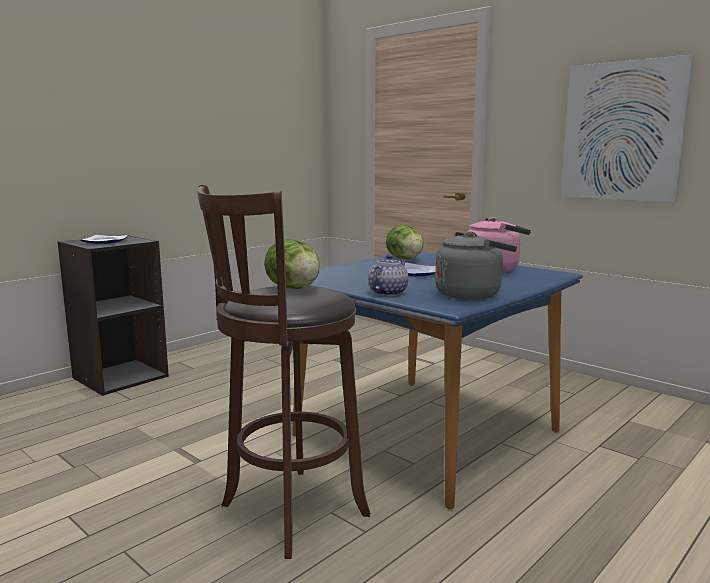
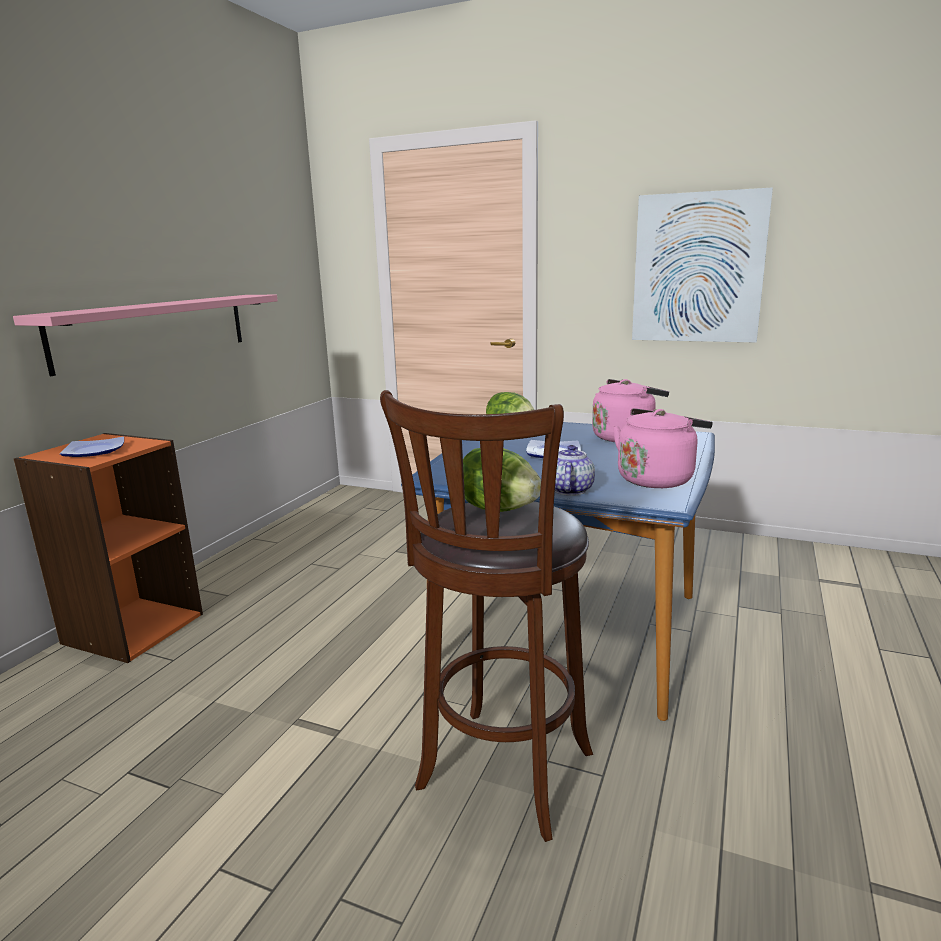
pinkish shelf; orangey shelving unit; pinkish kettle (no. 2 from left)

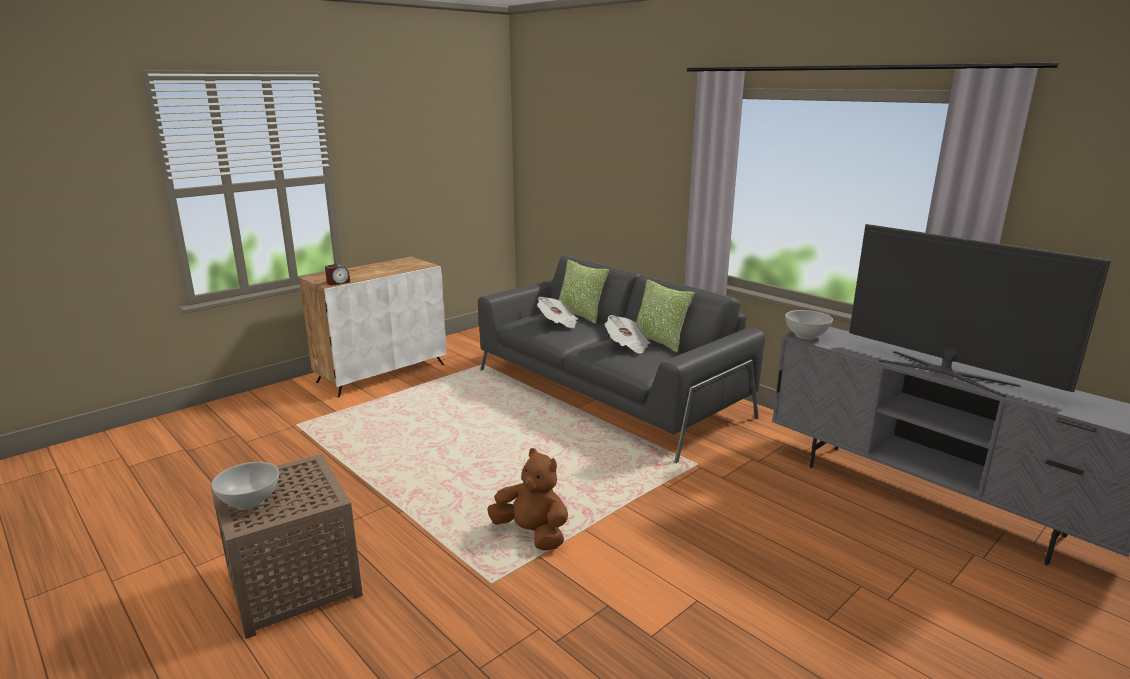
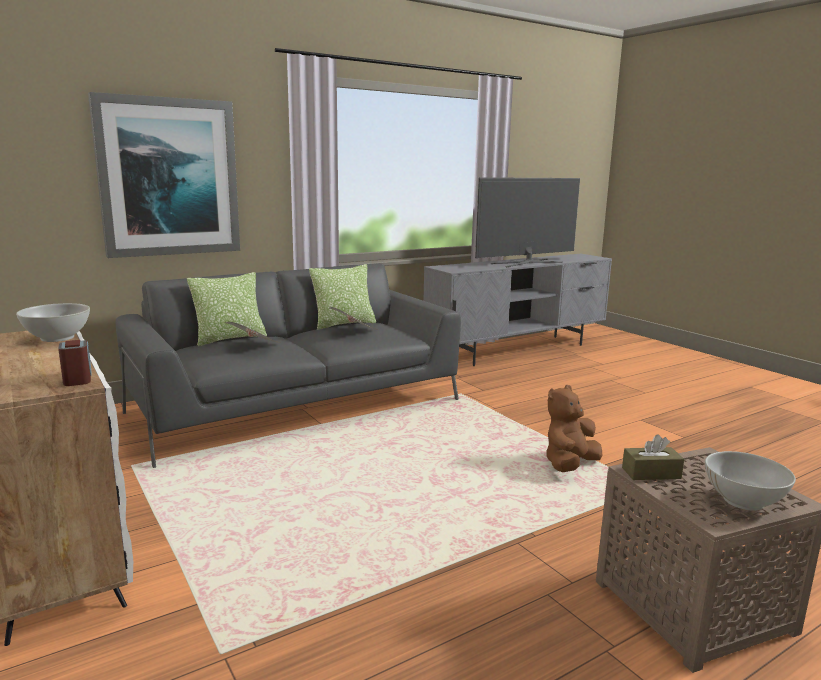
white-coloured deep dish (no. 1 from left); wall art; brown-coloured tissue holder

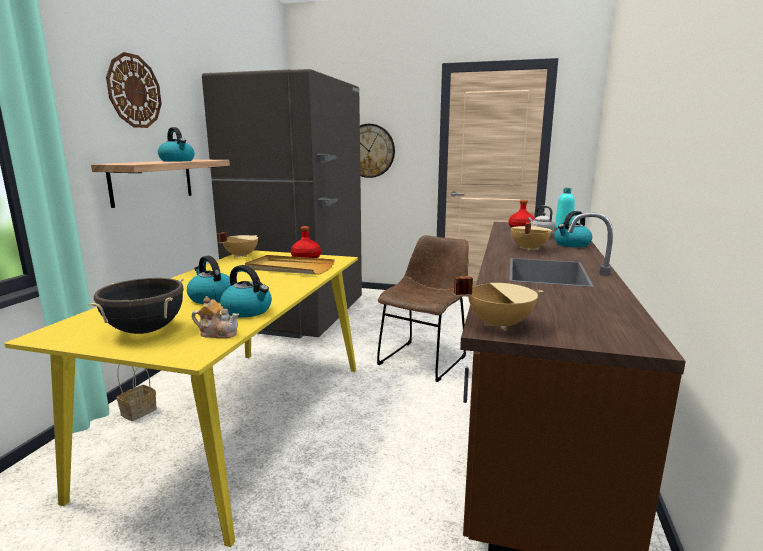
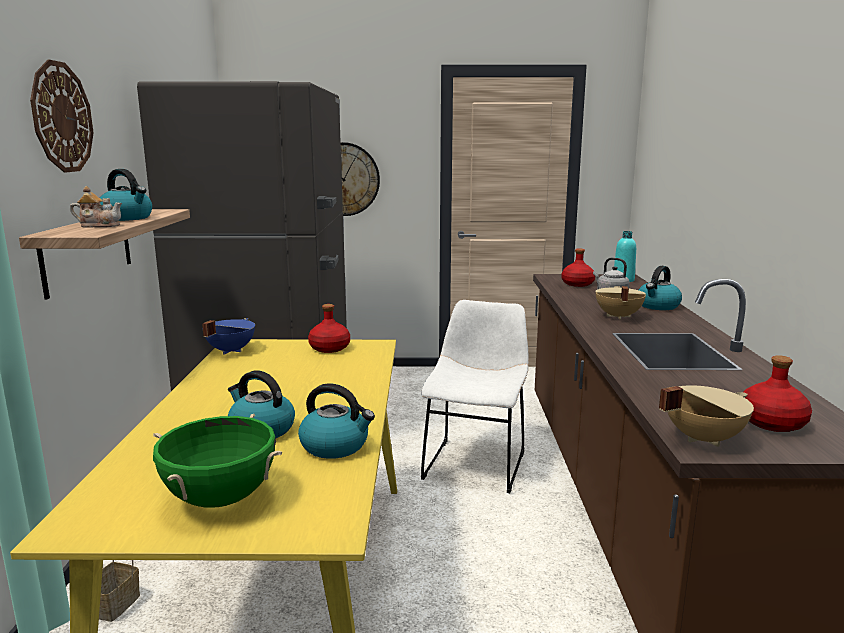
pot for tea; green-coloured stockpot; blue-coloured stockpot; white-coloured plain chair; red drink bottle (no. 3 from left); beige-coloured tray

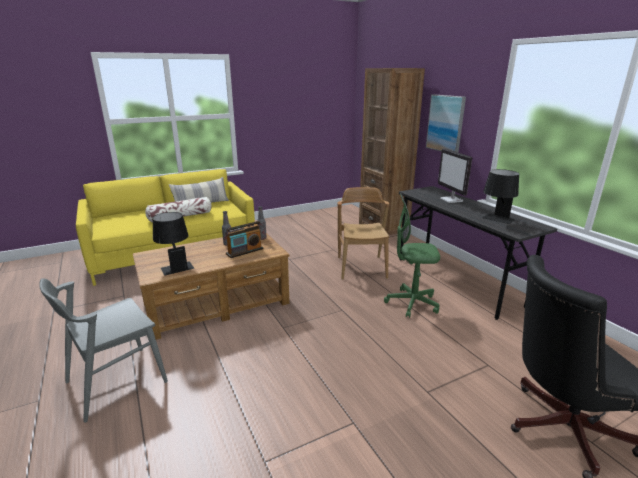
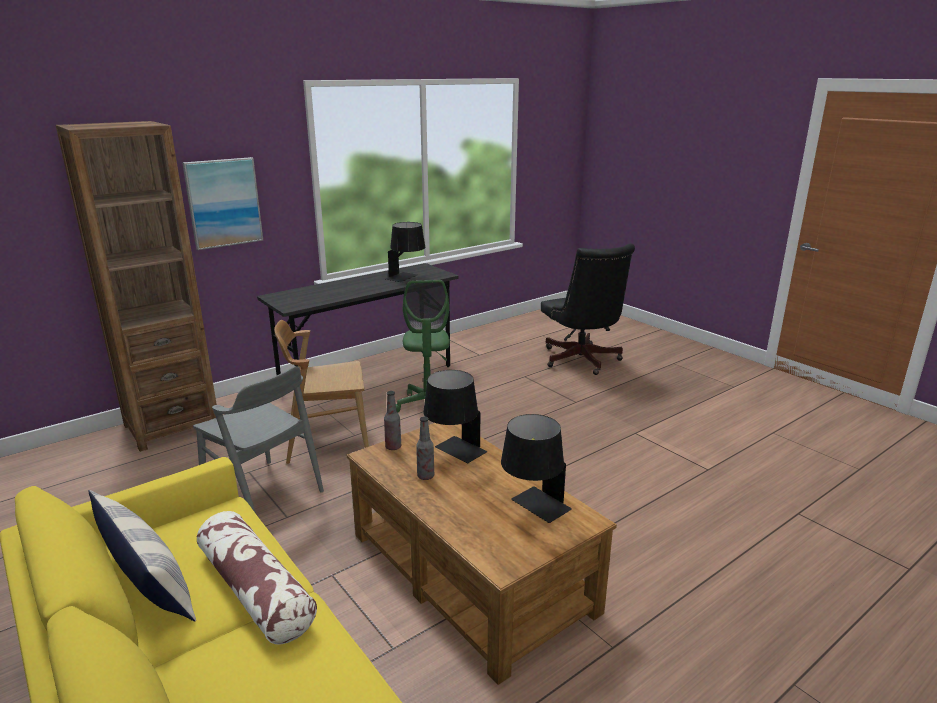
grey plain chair; black lamp for a table (no. 2 from left); monitor

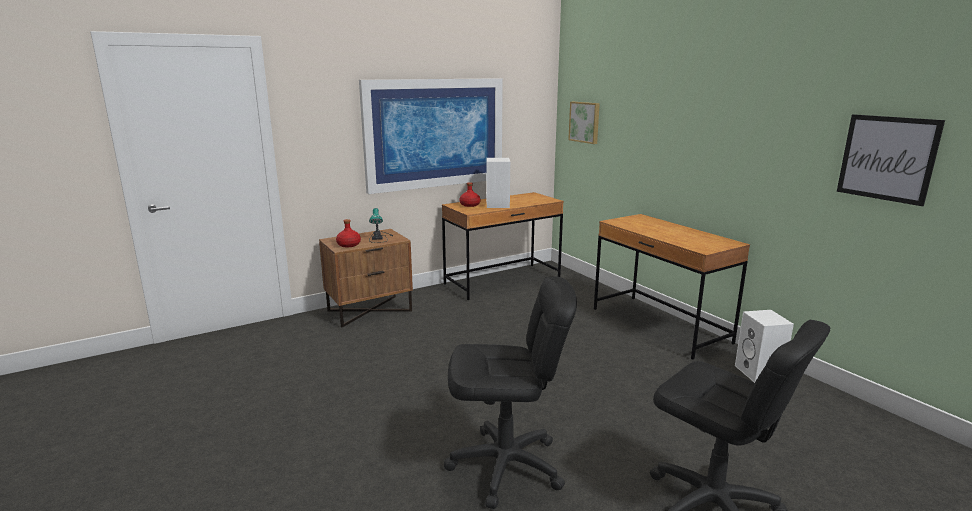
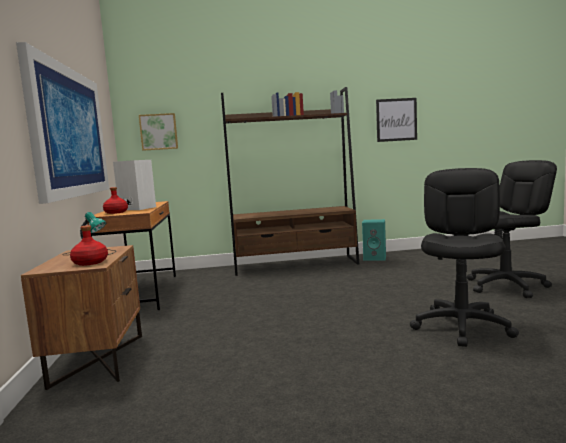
brown-coloured shelving unit; blue-green audio speaker

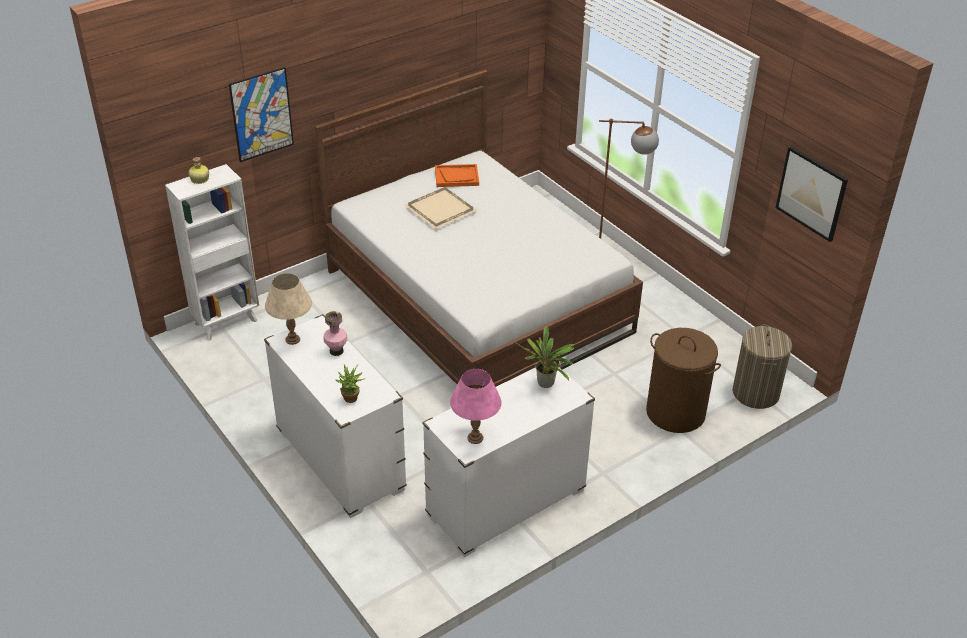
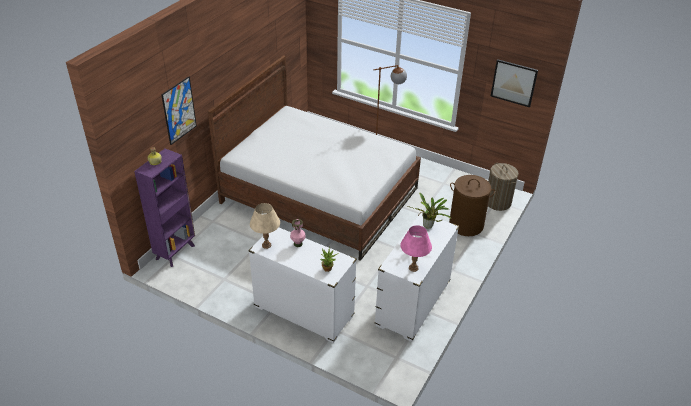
purplish shelving unit; beige-coloured tray; orangey tray

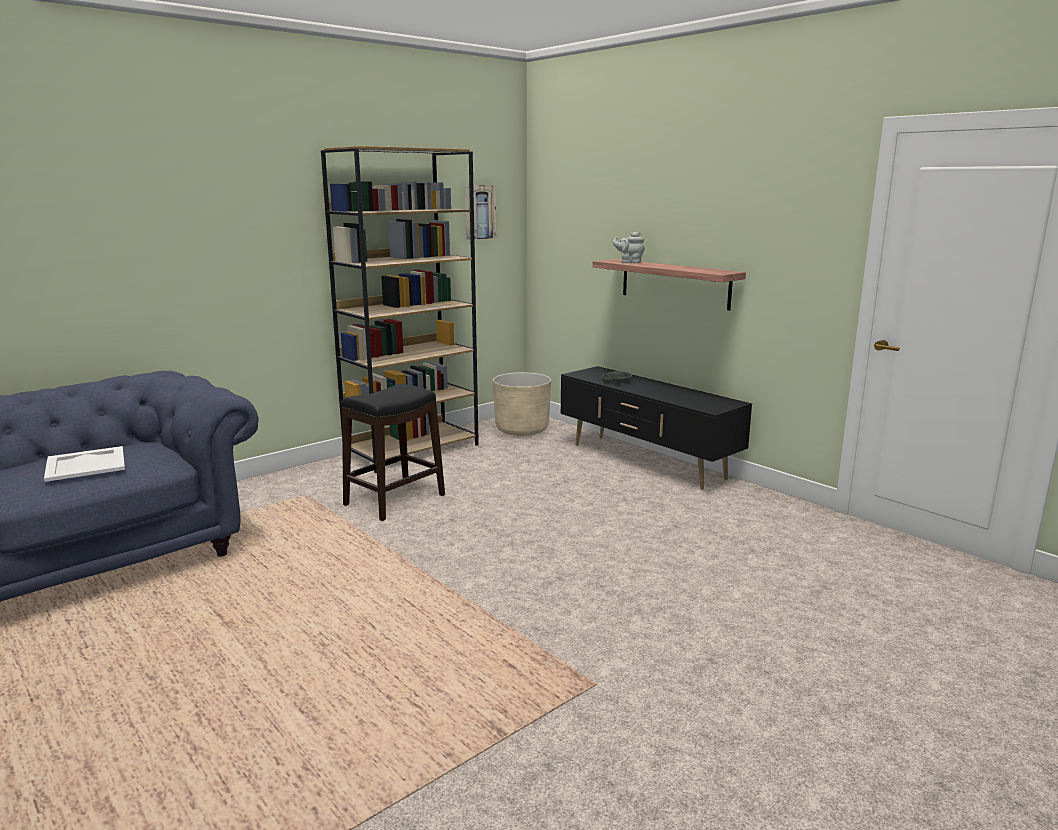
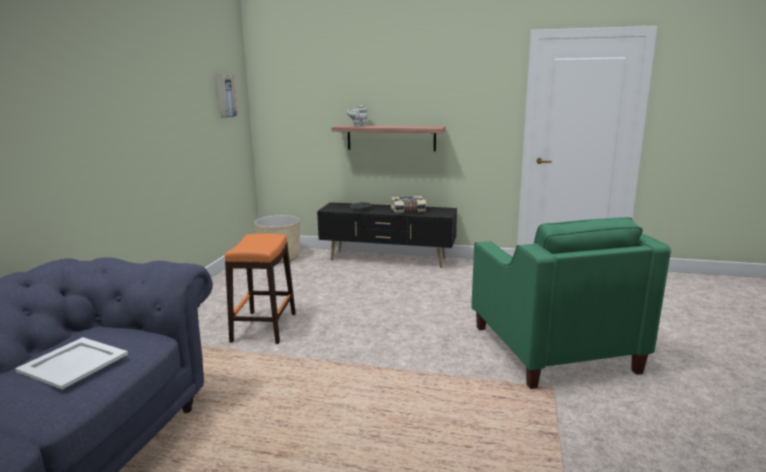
orangey stool seat; volume; green-coloured easy chair; brown-coloured shelving unit

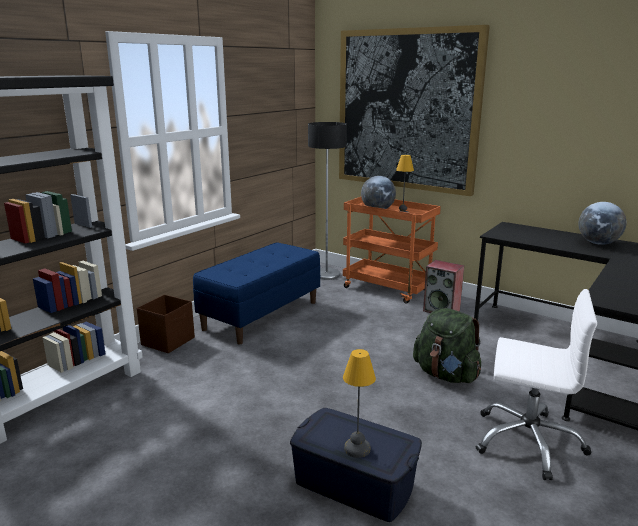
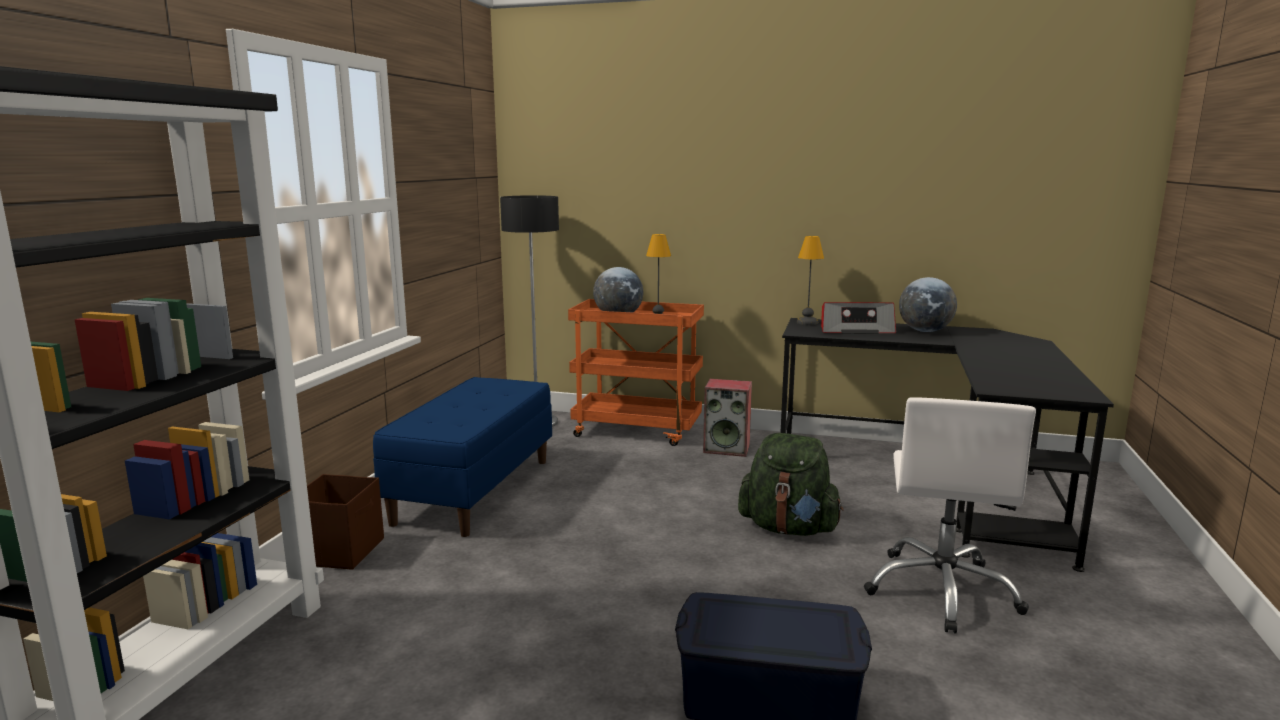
lamp for a table (no. 2 from left); radio set; white-coloured desk chair; wall art

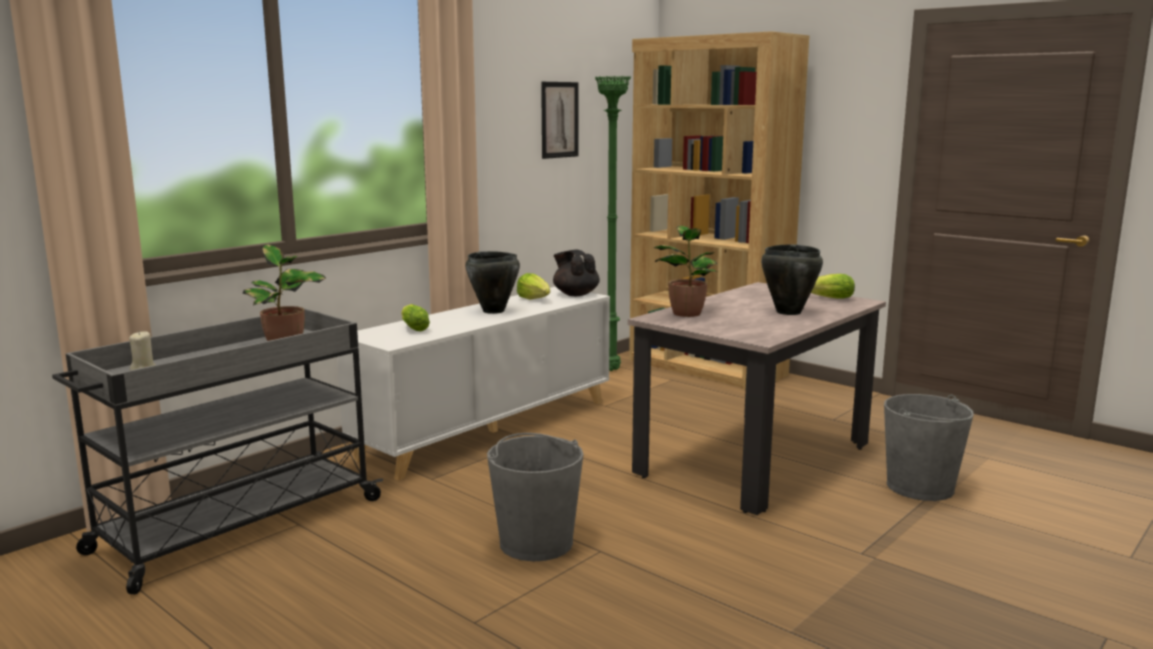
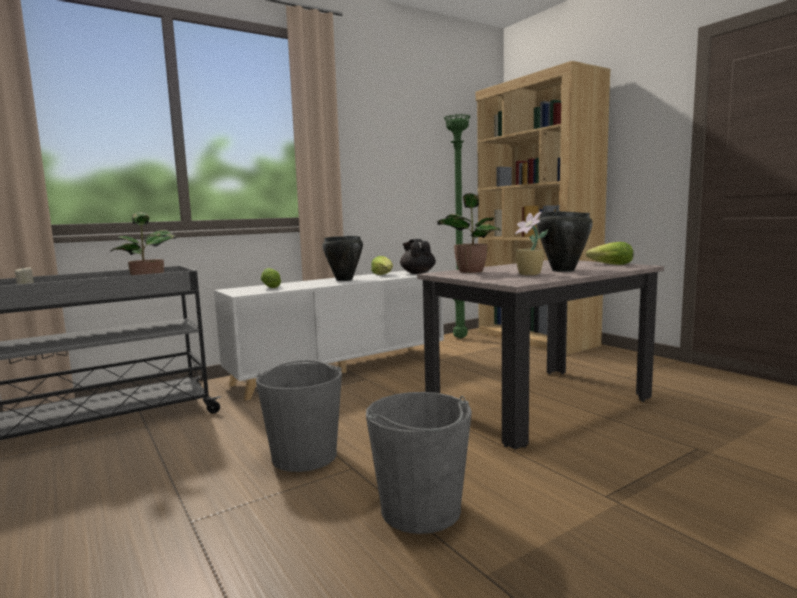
grey water bucket (no. 2 from left); potted plant (no. 3 from left); wall art

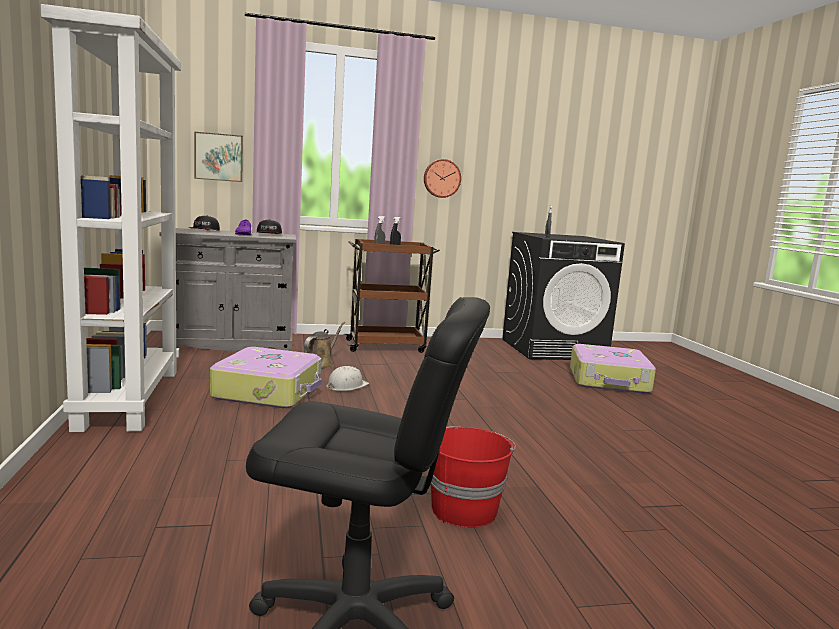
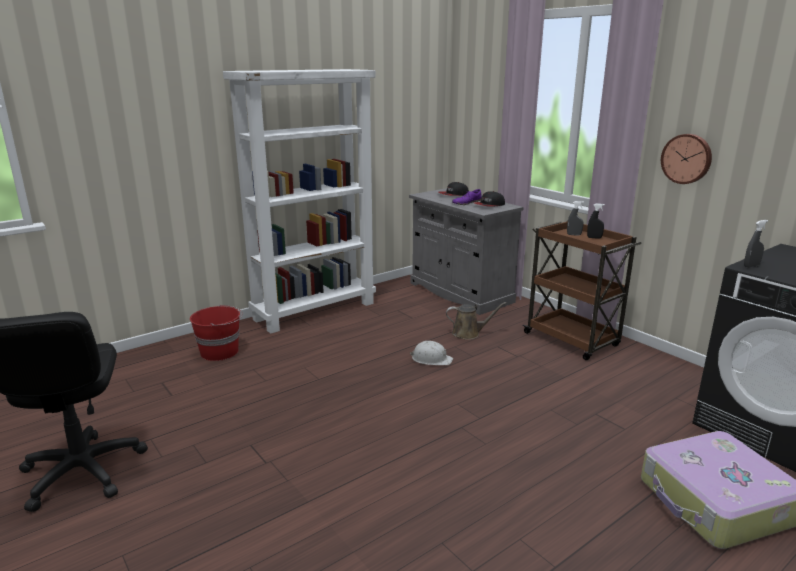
red water bucket; wall art; travel case (no. 1 from left in the first image)

